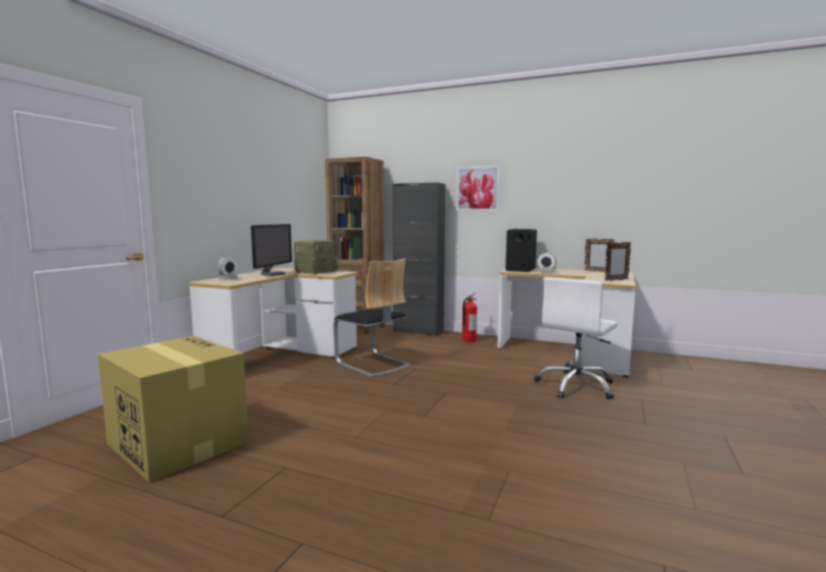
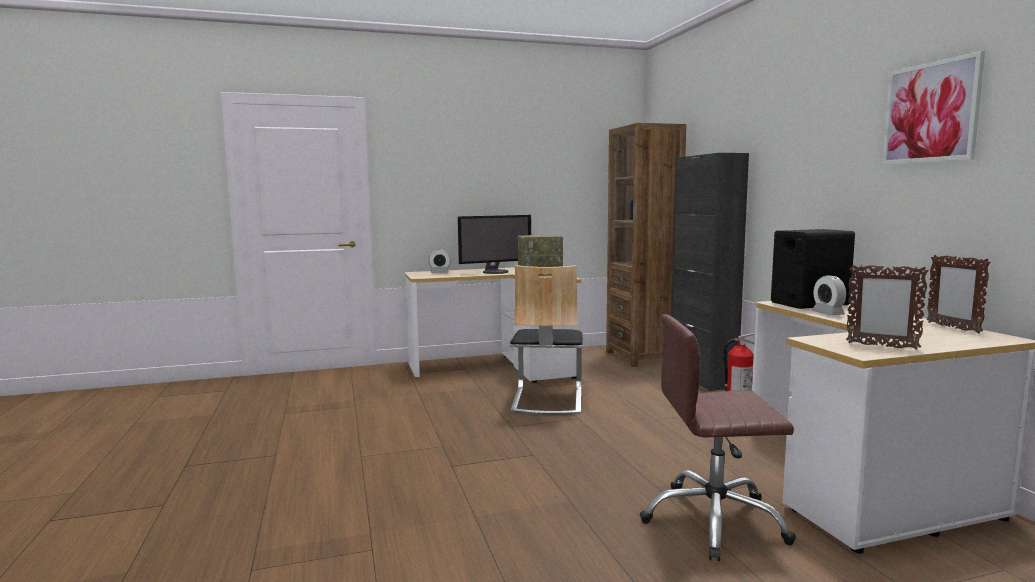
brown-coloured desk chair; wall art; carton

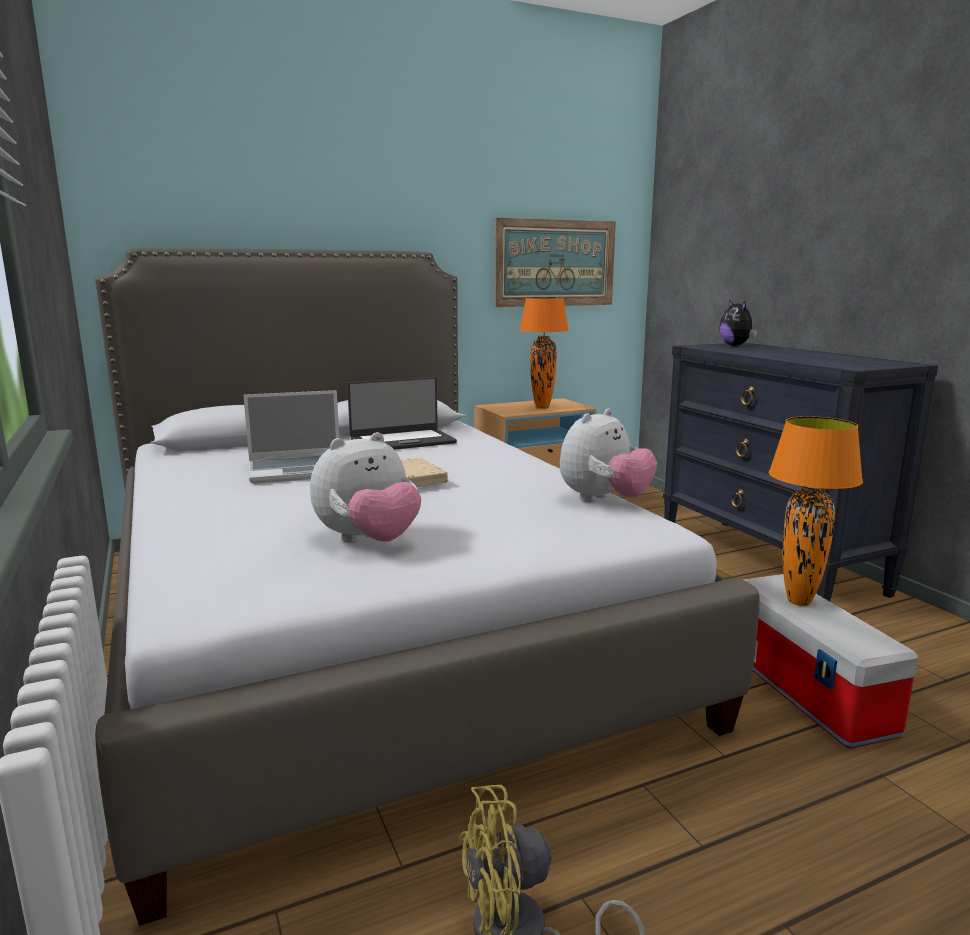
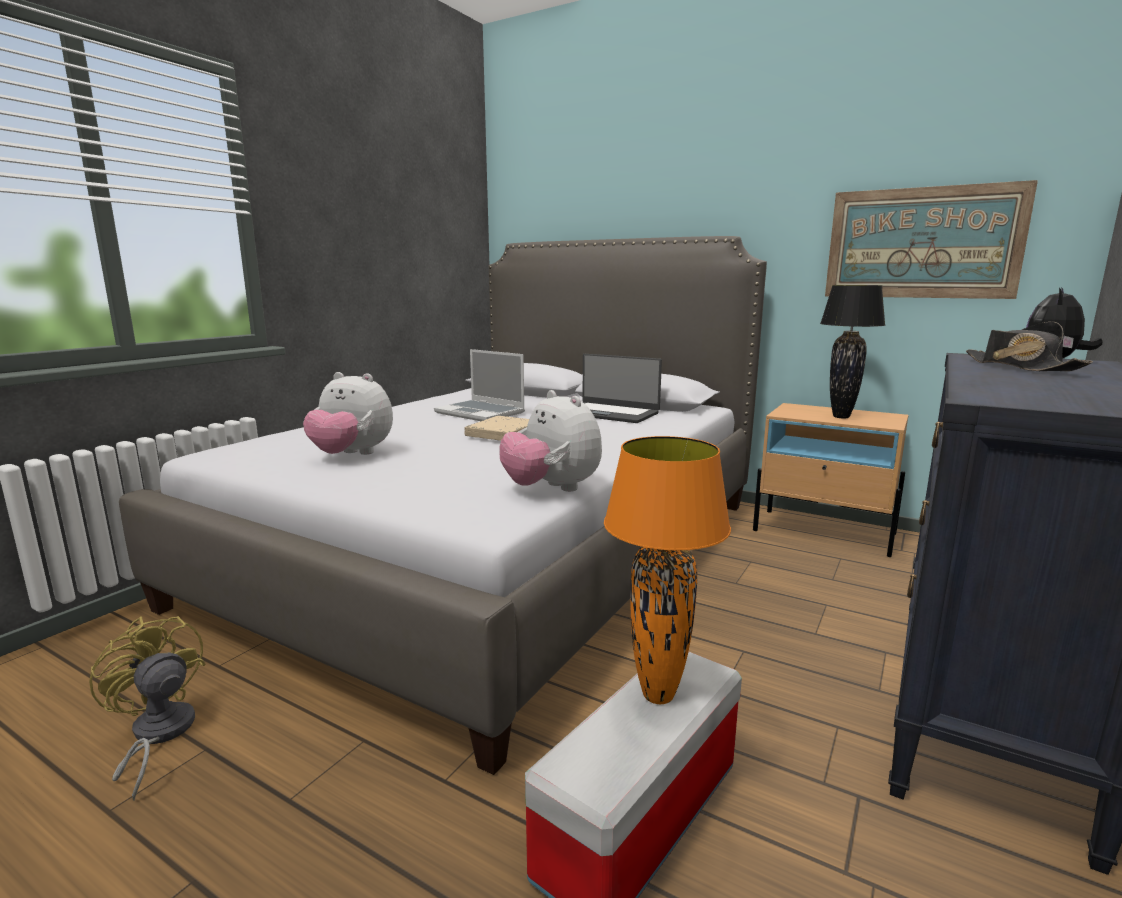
plush toy (no. 2 from left); black lamp for a table; black clothing hat

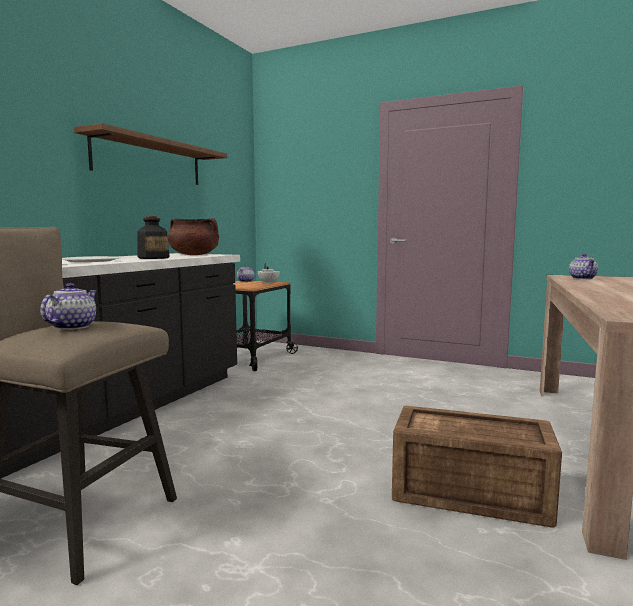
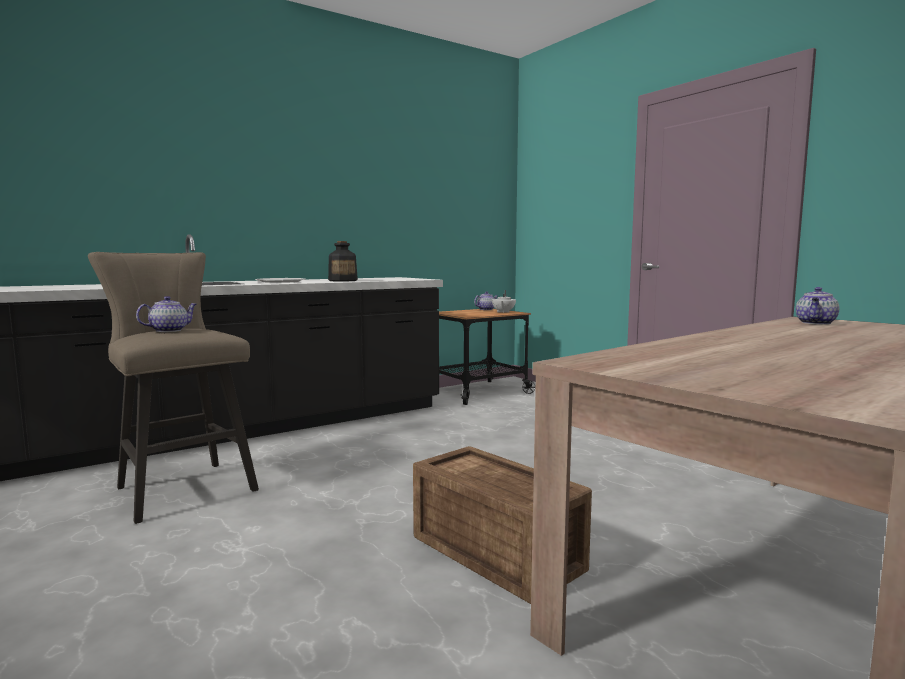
brown-coloured shelf; brown-coloured stockpot

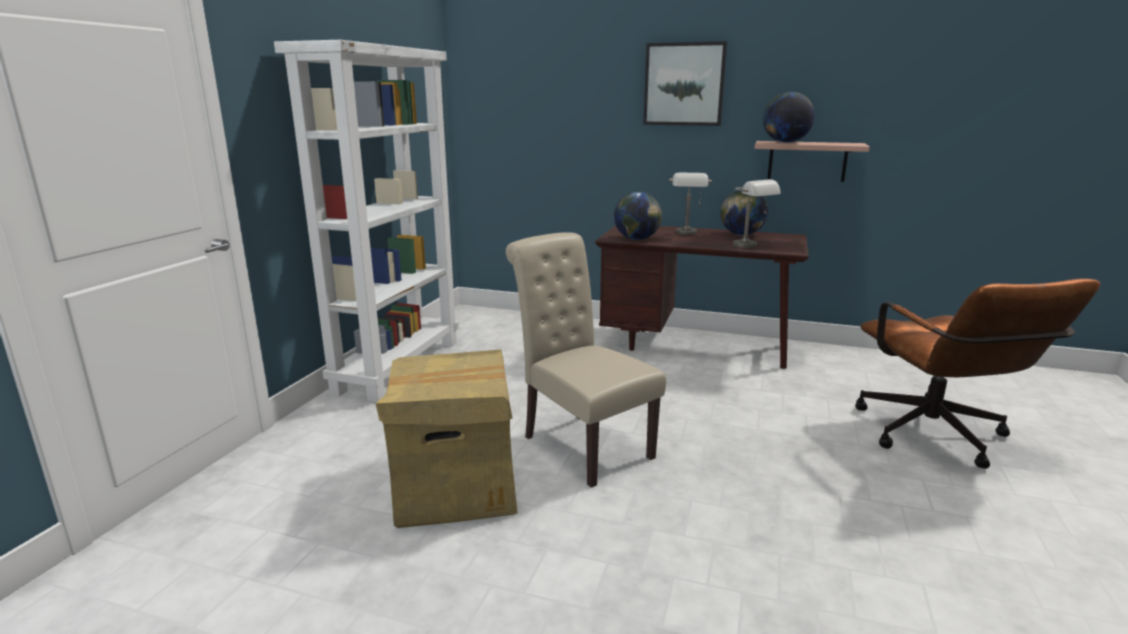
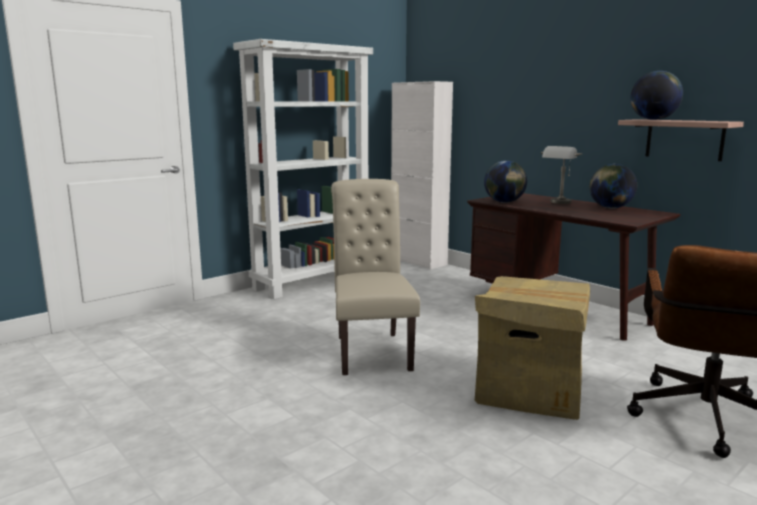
white-coloured storage cabinet; carton; wall art; grey lamp for a table (no. 2 from left in the first image)

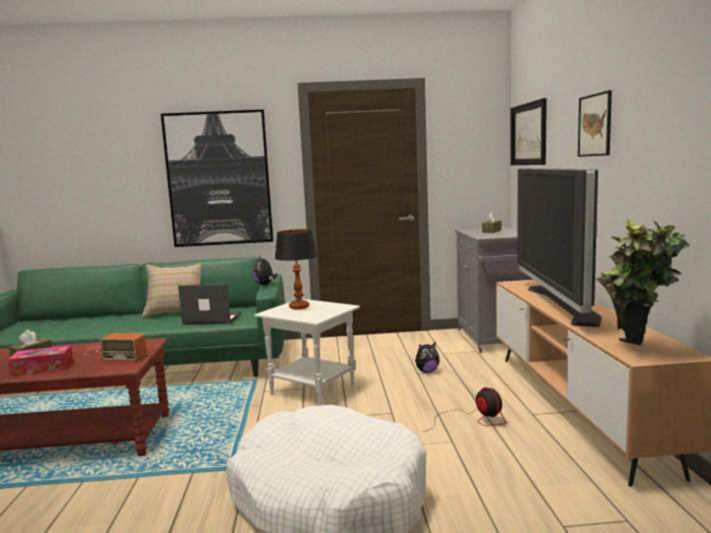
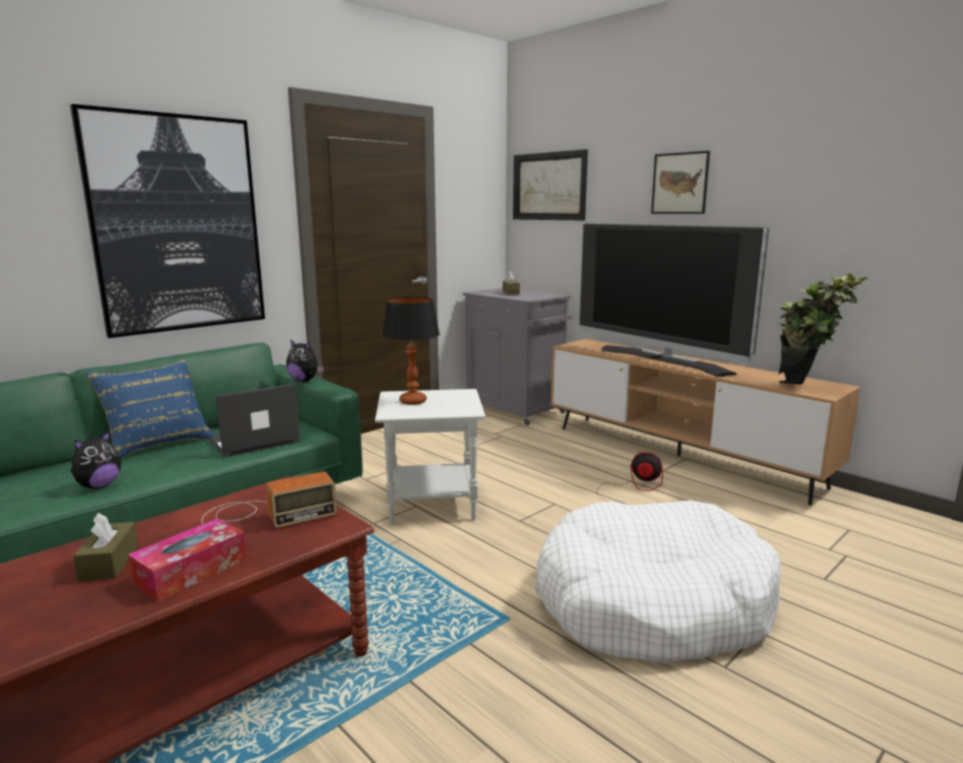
plush toy (no. 1 from left); blue-coloured throw pillow

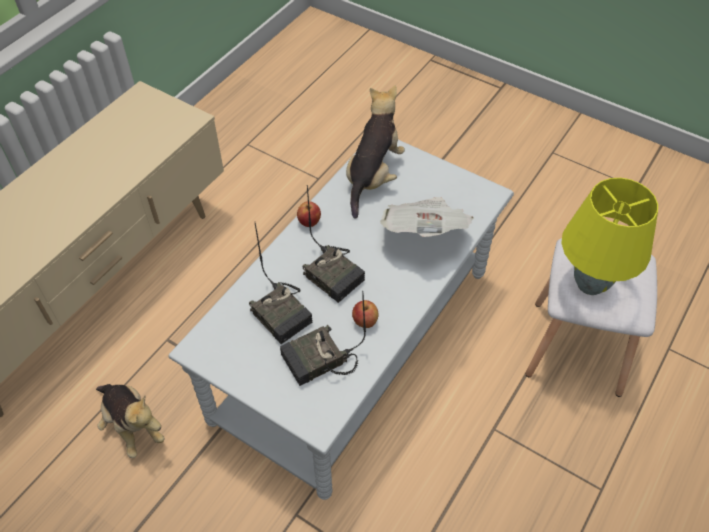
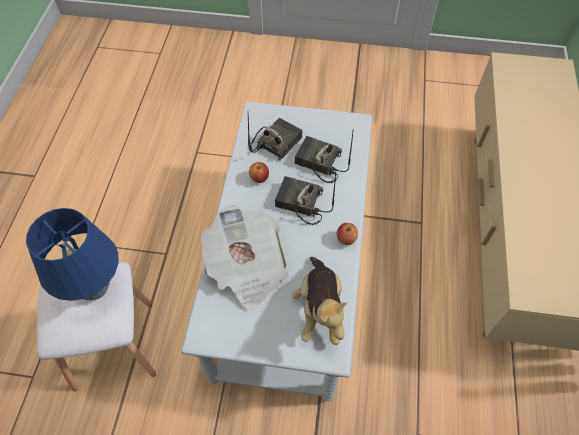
blue-coloured lamp for a table; plush toy (no. 1 from left in the first image)

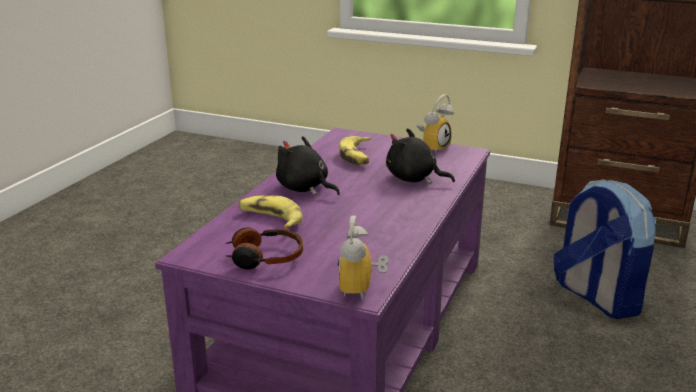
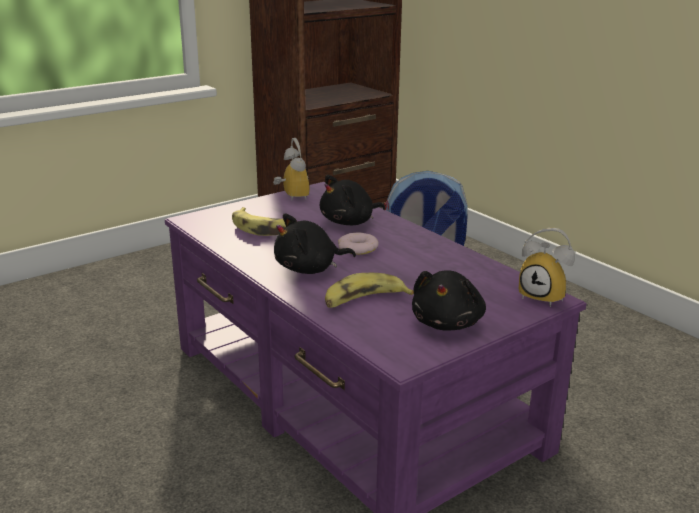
ring doughnut; black plush toy (no. 3 from left)

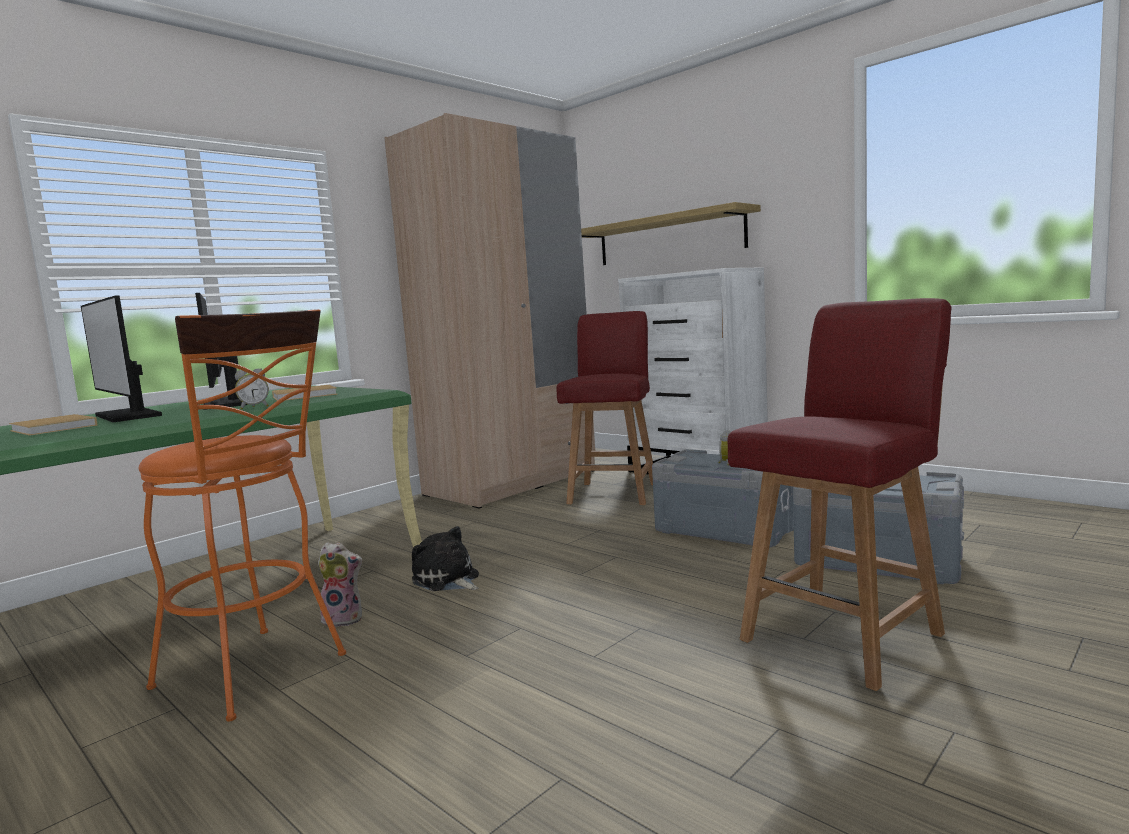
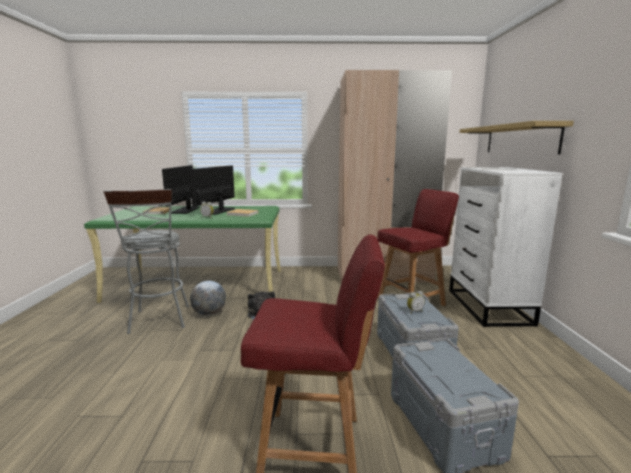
grey stool seat; globe

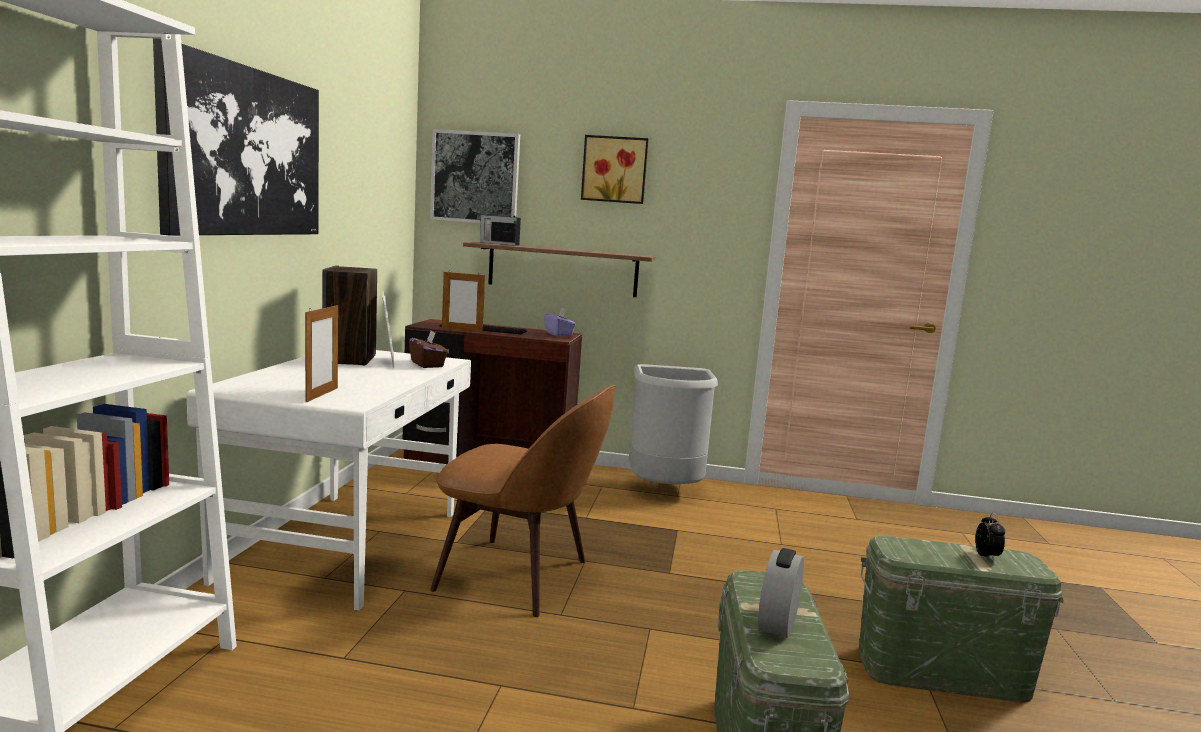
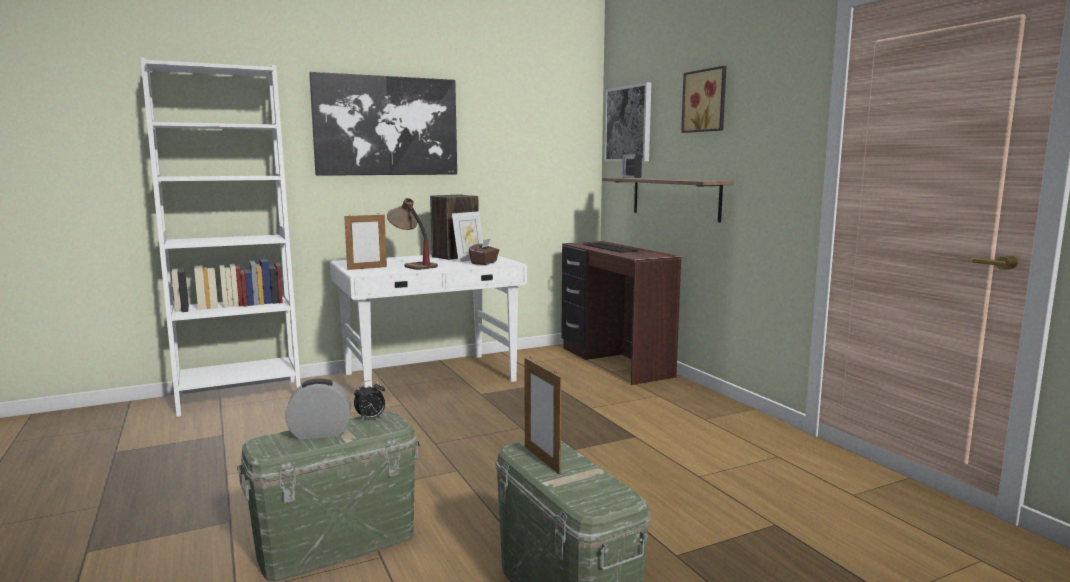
alarm clock (no. 2 from left); lamp for a table; photo frame (no. 3 from left); brown-coloured plain chair; purplish tissue holder; grey trash can

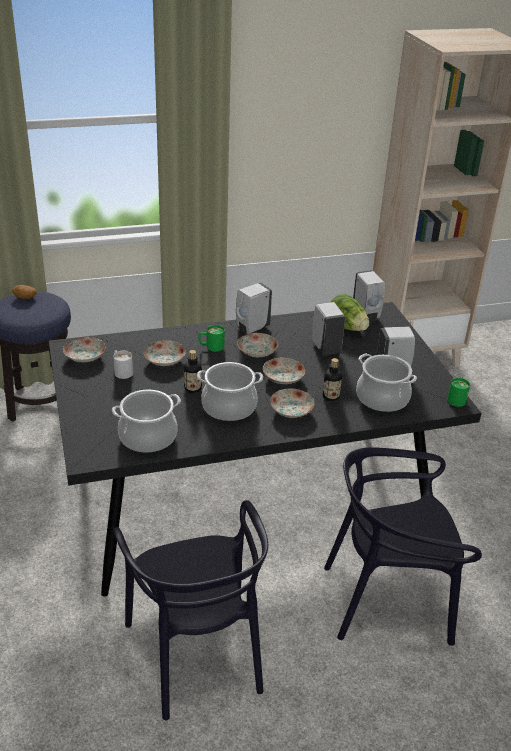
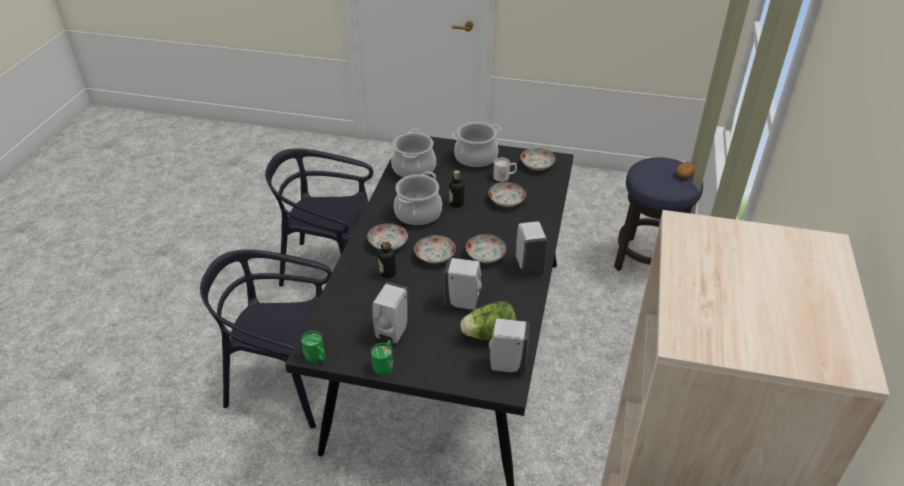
black plain chair (no. 1 from left); green-coloured coffee mug (no. 2 from left); stockpot (no. 3 from left)

